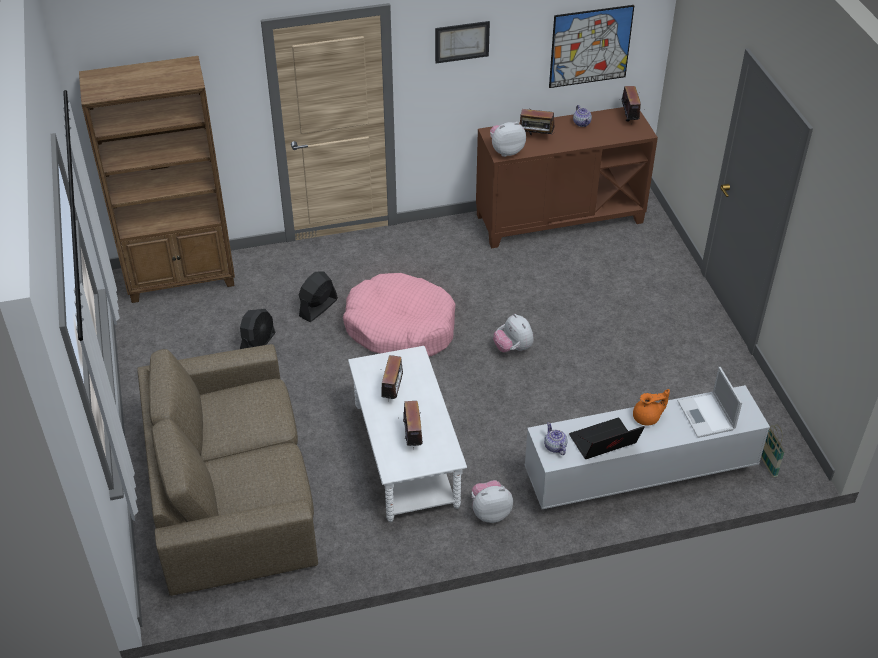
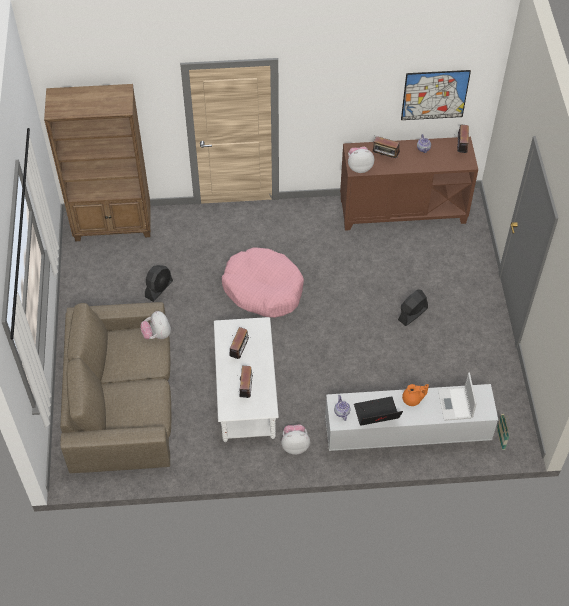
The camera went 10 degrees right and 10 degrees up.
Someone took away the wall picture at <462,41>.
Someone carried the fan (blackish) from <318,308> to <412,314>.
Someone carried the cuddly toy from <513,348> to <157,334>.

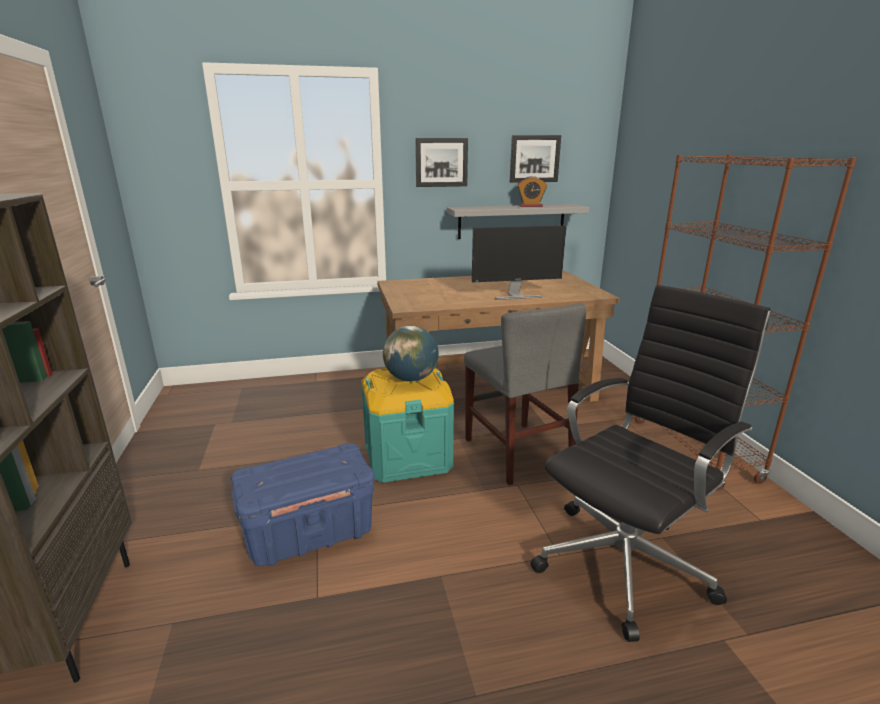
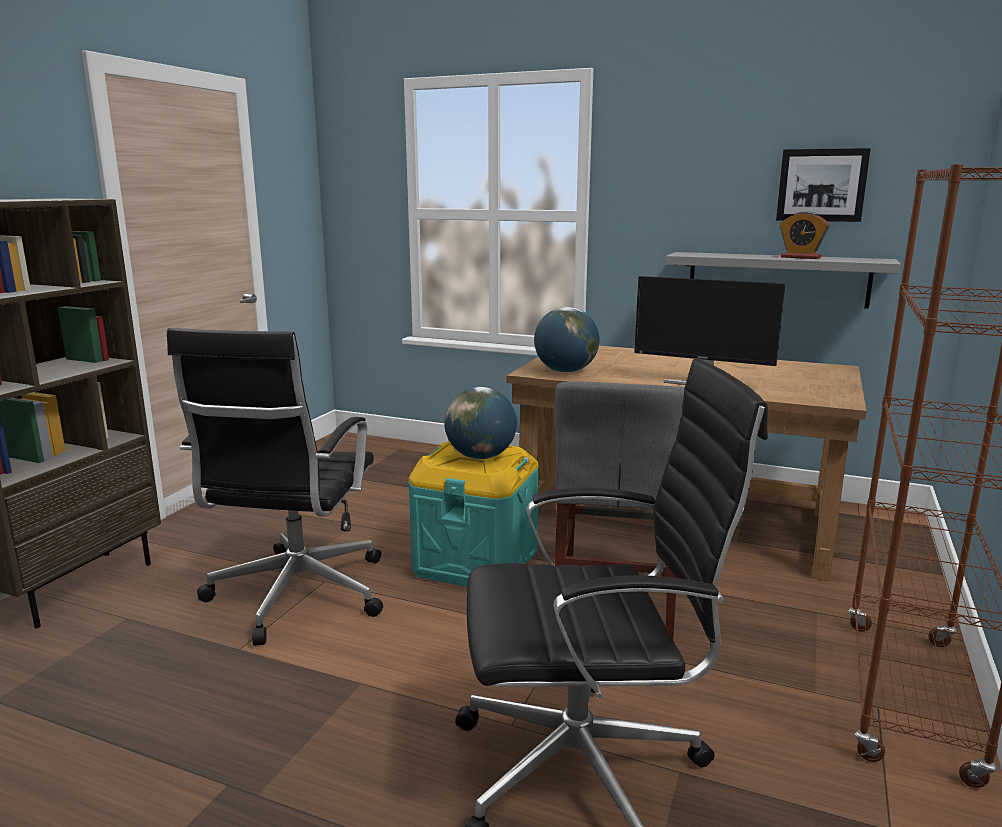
The camera went 35 degrees right and 5 degrees down.
Someone took away the wall picture at <441,162>.
Someone put down the world globe at <566,371>.
Someone swapped the storage container (bluish) at <309,534> for the office chair (blackish) at <296,596>.

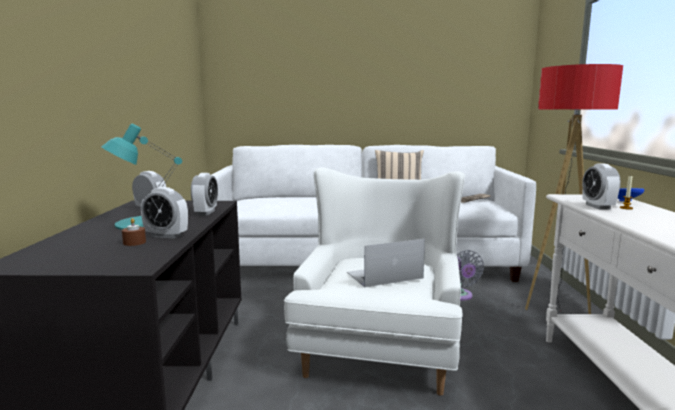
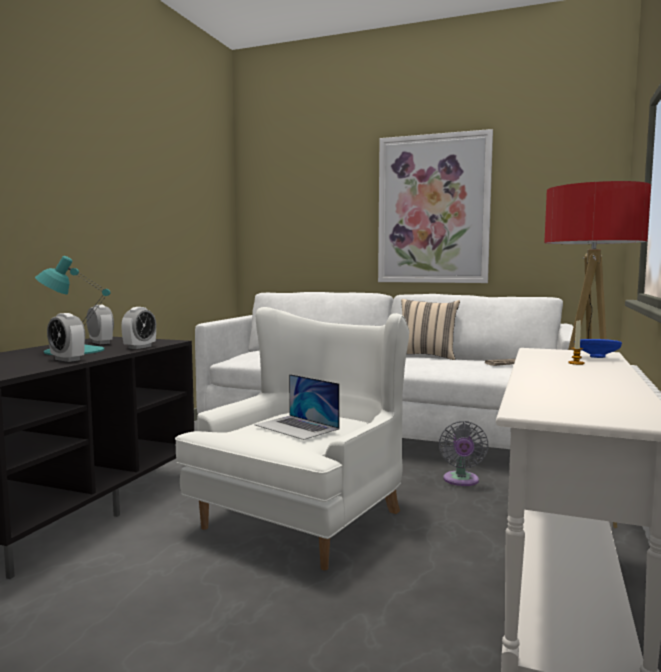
The camera went 20 degrees right and 5 degrees down.
Someone took away the wax candle (brownish) at <134,242>.
Someone took away the alarm clock at <598,207>.
Someone put up the wall picture at <433,209>.
Someone rotated the notebook computer at <384,275> by 135 degrees counterclockwise.

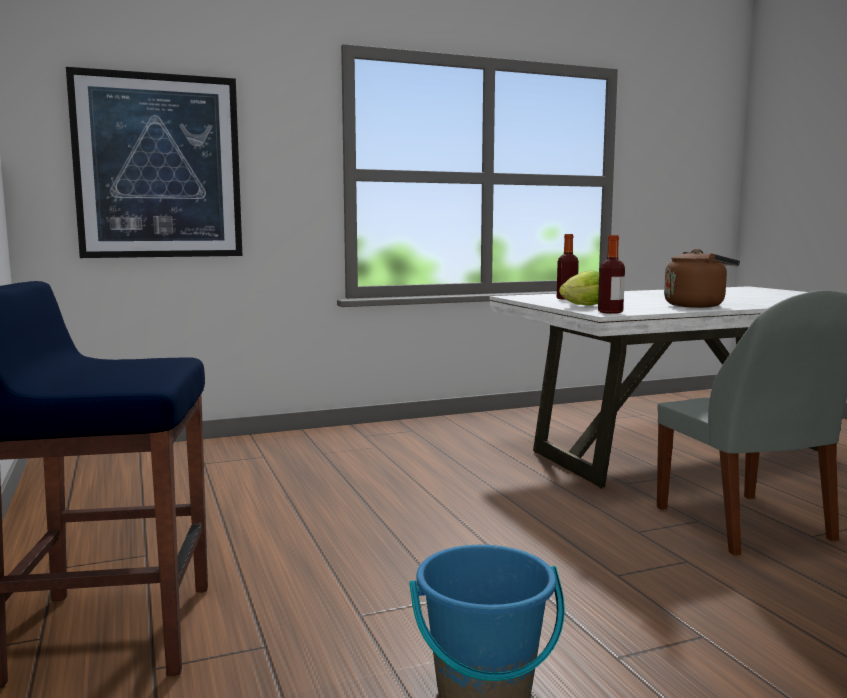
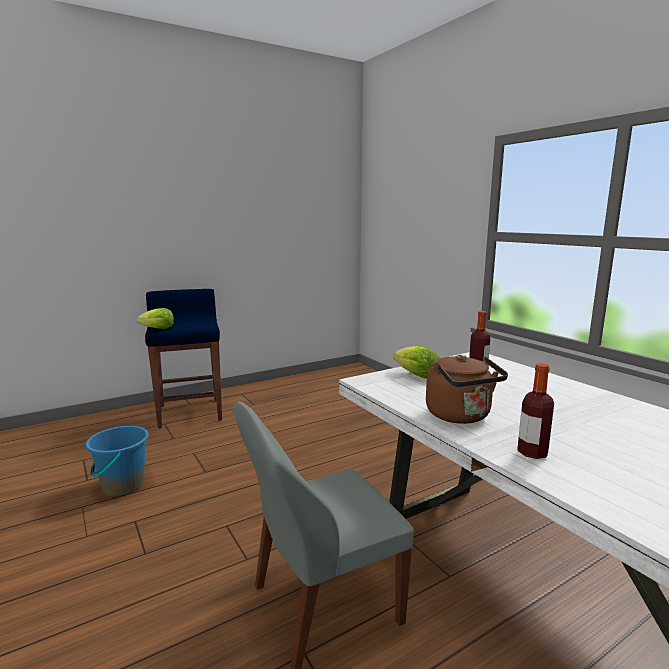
The camera went 80 degrees right and 5 degrees up.
Someone took away the wall picture at <158,167>.
Someone put down the lettuce head at <158,329>.
Someone carried the drink bottle from <610,312> to <532,453>.

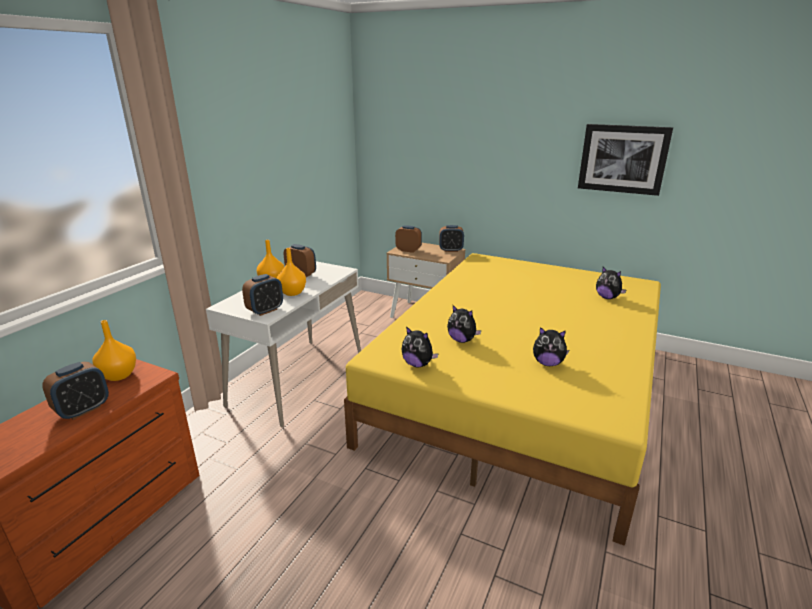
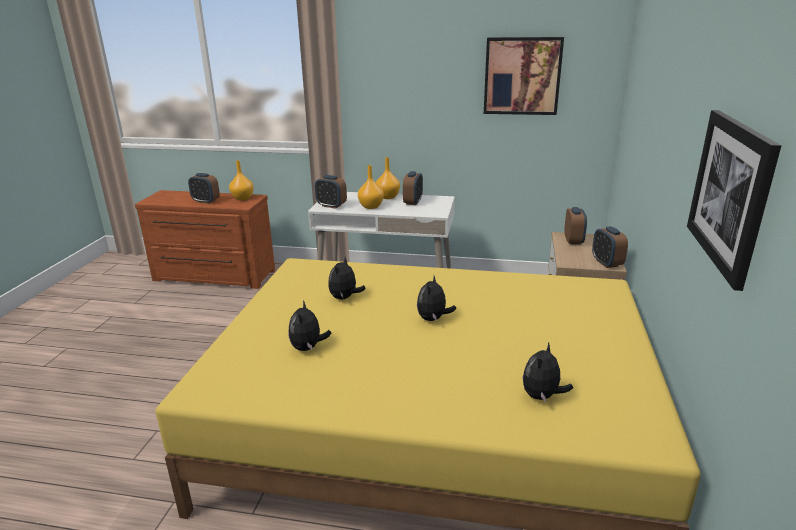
The camera went 75 degrees right and 0 degrees up.
Someone put up the wall picture at <522,76>.
Someone carried the cuddly toy from <418,364> to <433,319>.

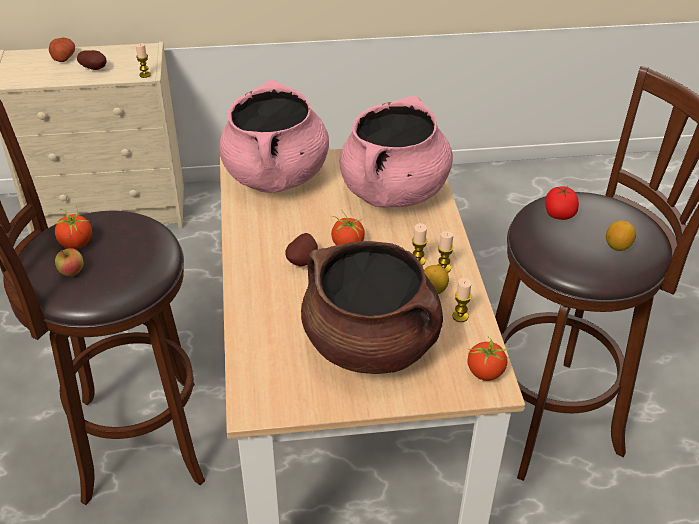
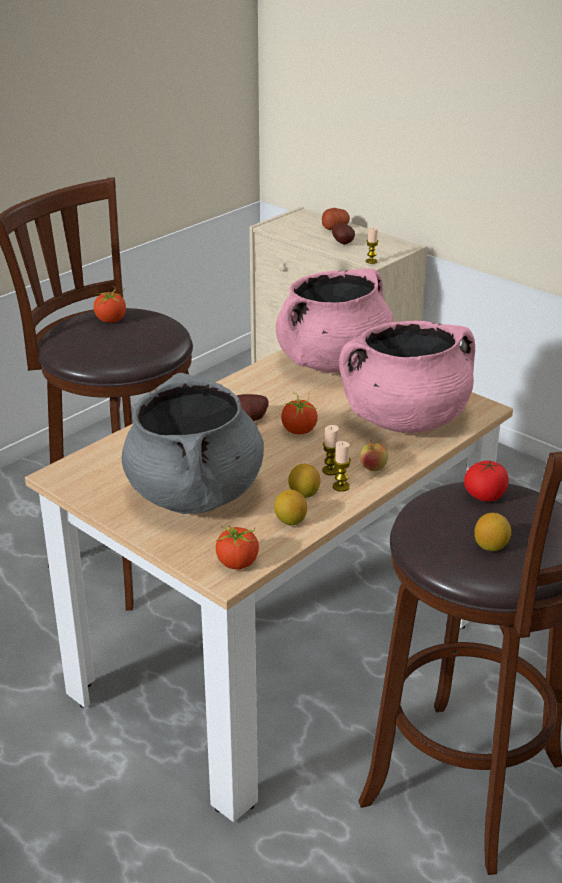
The camera went 50 degrees right and 10 degrees down.
Someone carried the whole apple from <72,272> to <373,468>.
Someone swapped the wax candle at <460,316> for the lemon at <290,521>.
Someone repainted the cooking pot (brownish) at <371,344>, which became the cooking pot (greyish) at <195,494>.

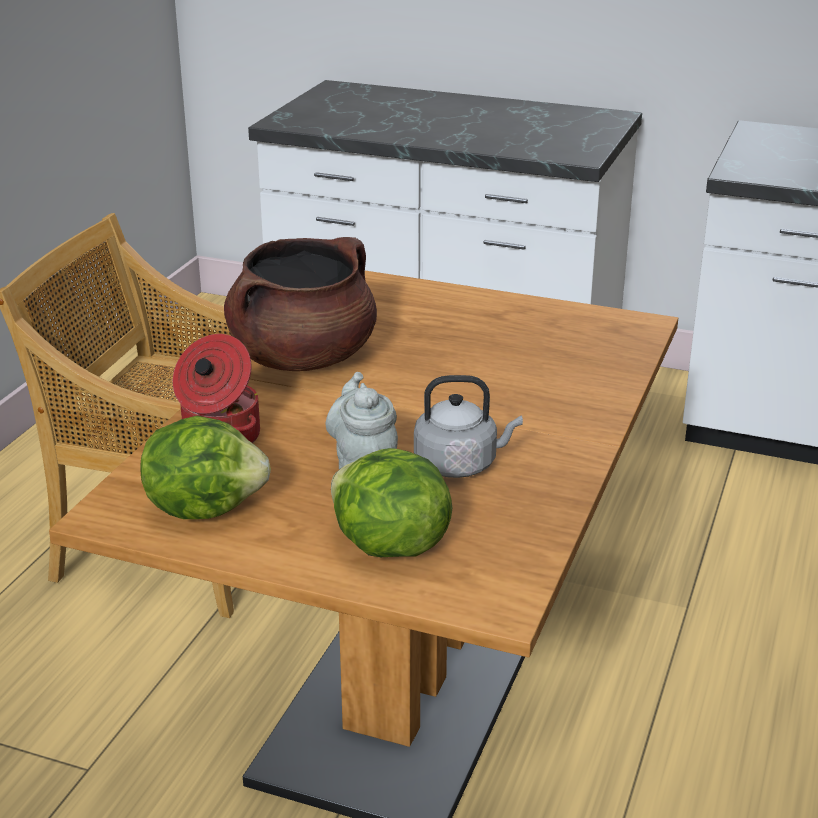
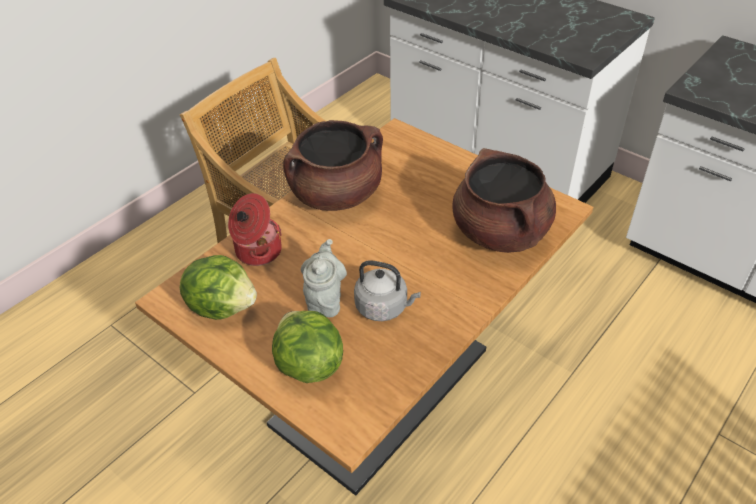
The camera went 20 degrees right and 15 degrees up.
Someone put down the cooking pot (brownish) at <500,233>.

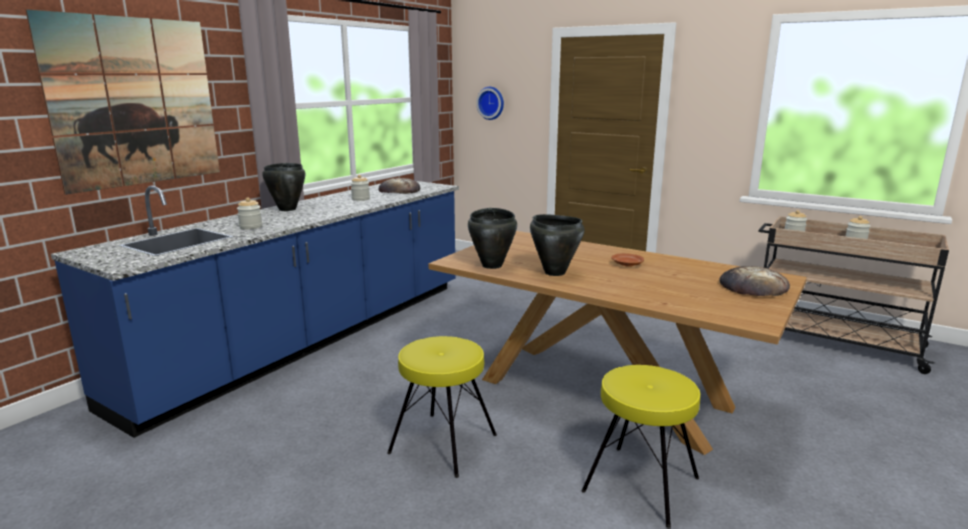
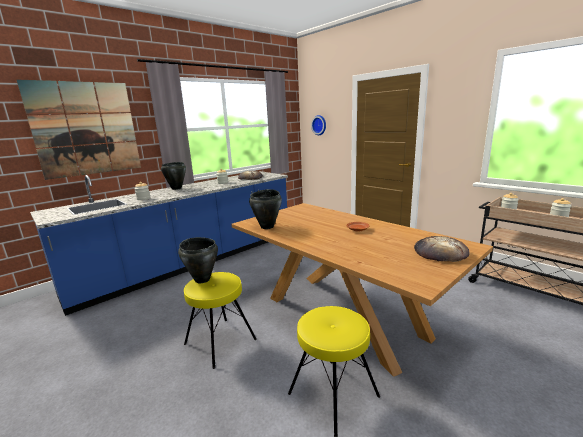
The camera went 15 degrees right and 0 degrees up.
Someone carried the cooking pot (blackish) from <554,272> to <202,279>.

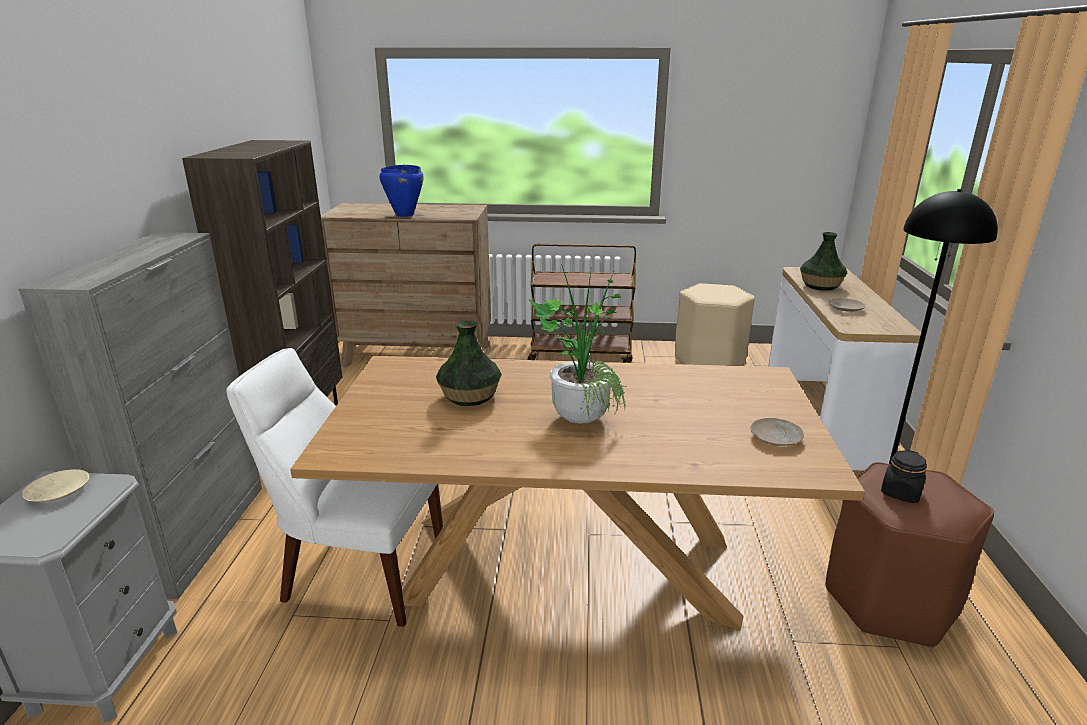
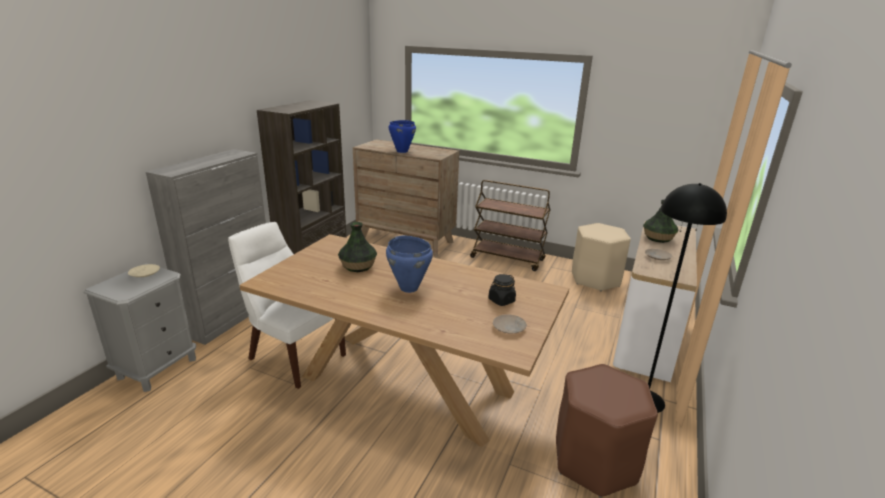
The camera went 20 degrees right and 0 degrees up.
Someone carried the jar (blackish) from <901,493> to <501,300>.
Someone swapped the plant in a pot at <580,412> for the cooking pot (bluish) at <409,288>.

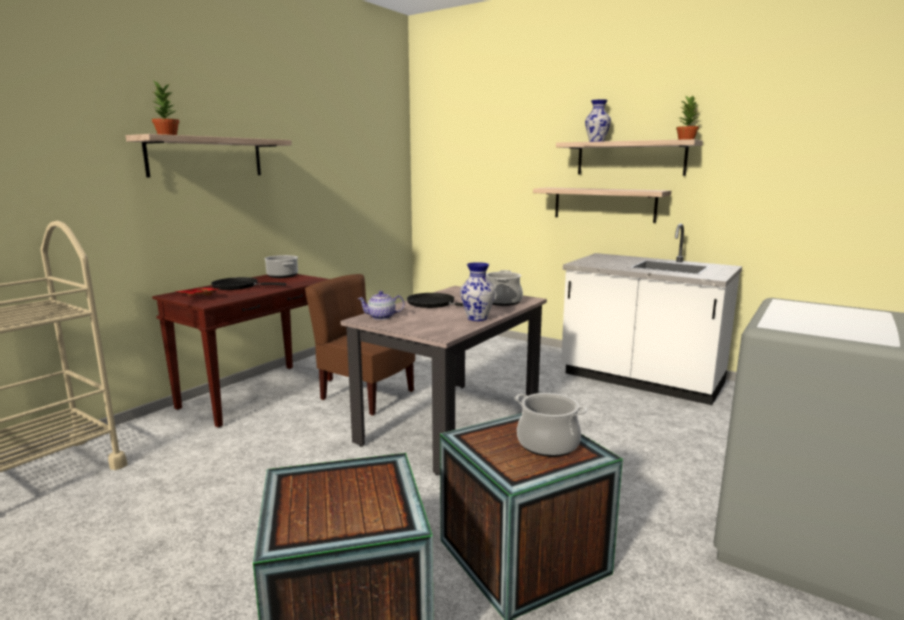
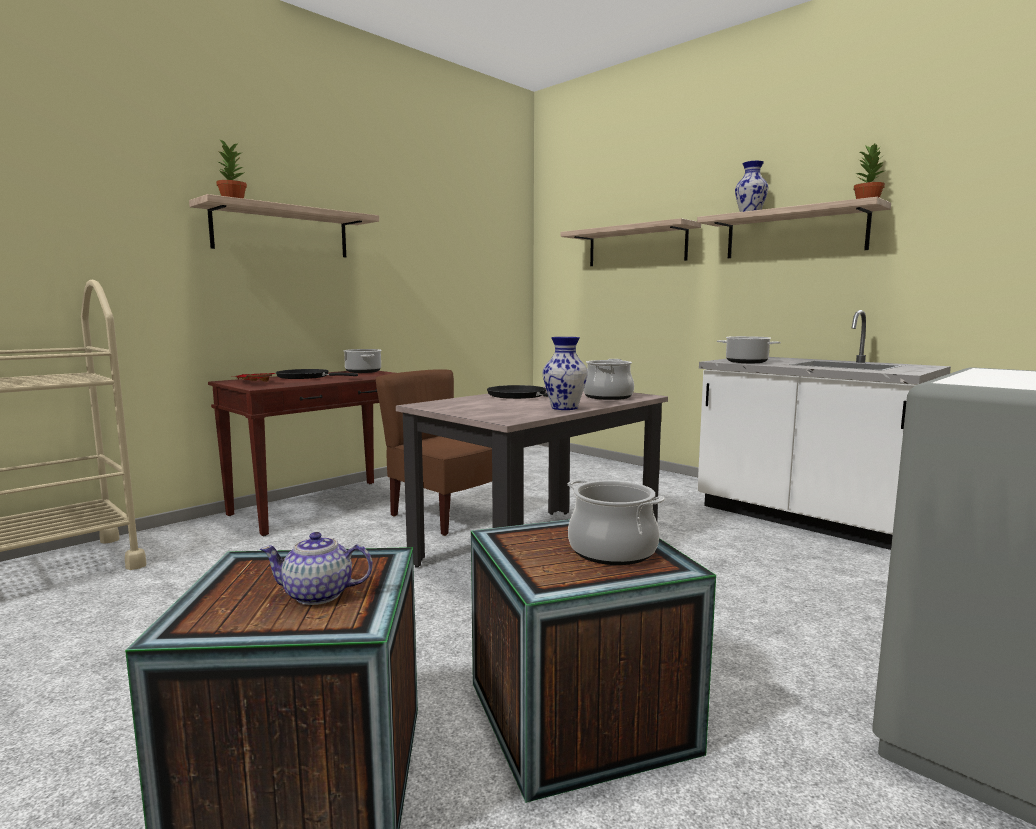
The camera went 10 degrees right and 5 degrees down.
Someone put down the cooking pot at <747,362>.
Someone carried the pot for tea from <382,317> to <319,595>.
Someone carried the bracket shelf from <604,204> to <636,246>.

